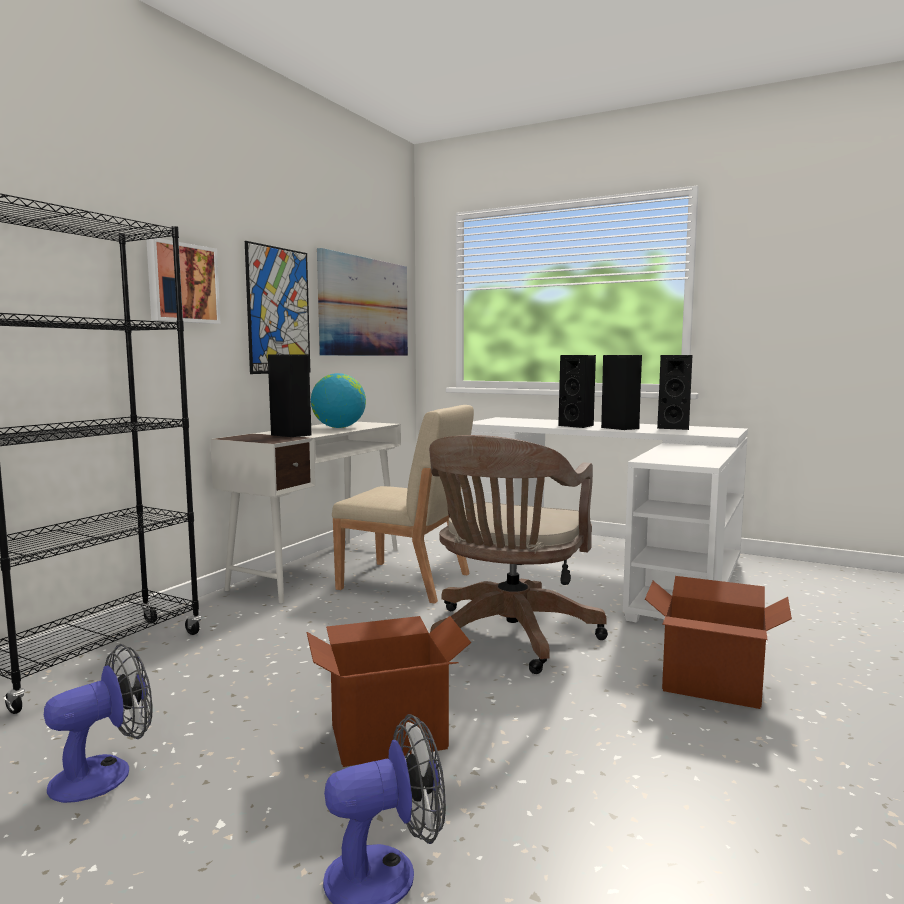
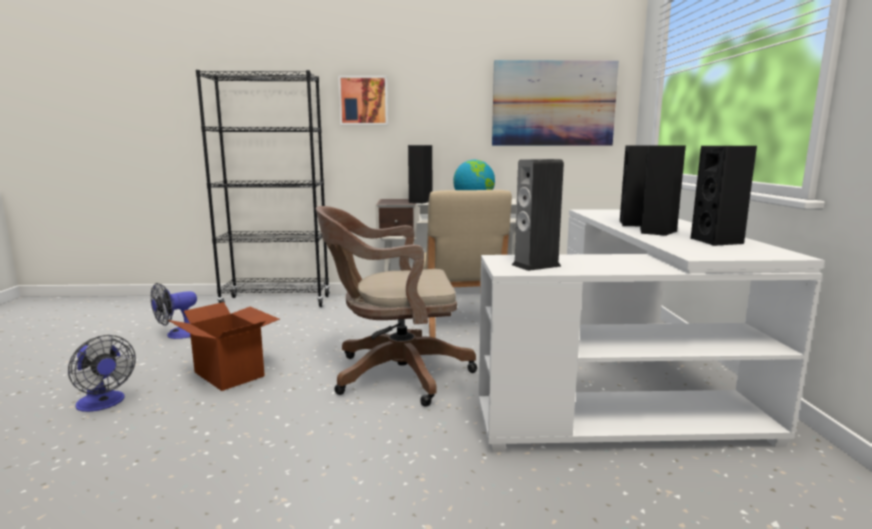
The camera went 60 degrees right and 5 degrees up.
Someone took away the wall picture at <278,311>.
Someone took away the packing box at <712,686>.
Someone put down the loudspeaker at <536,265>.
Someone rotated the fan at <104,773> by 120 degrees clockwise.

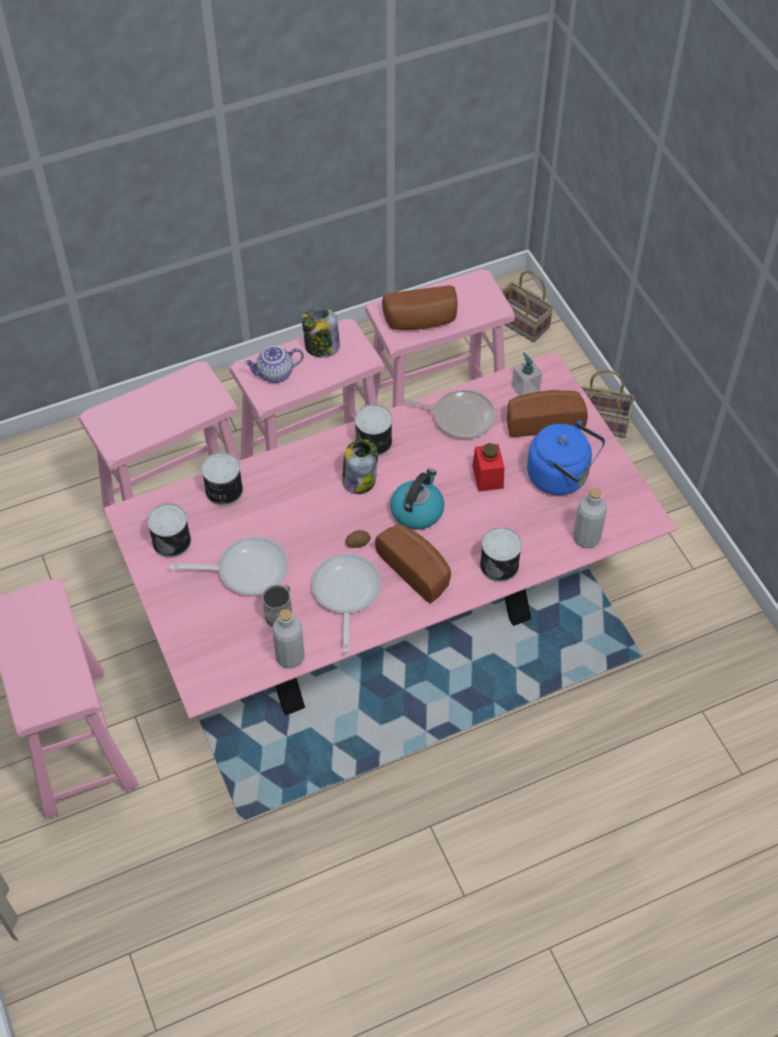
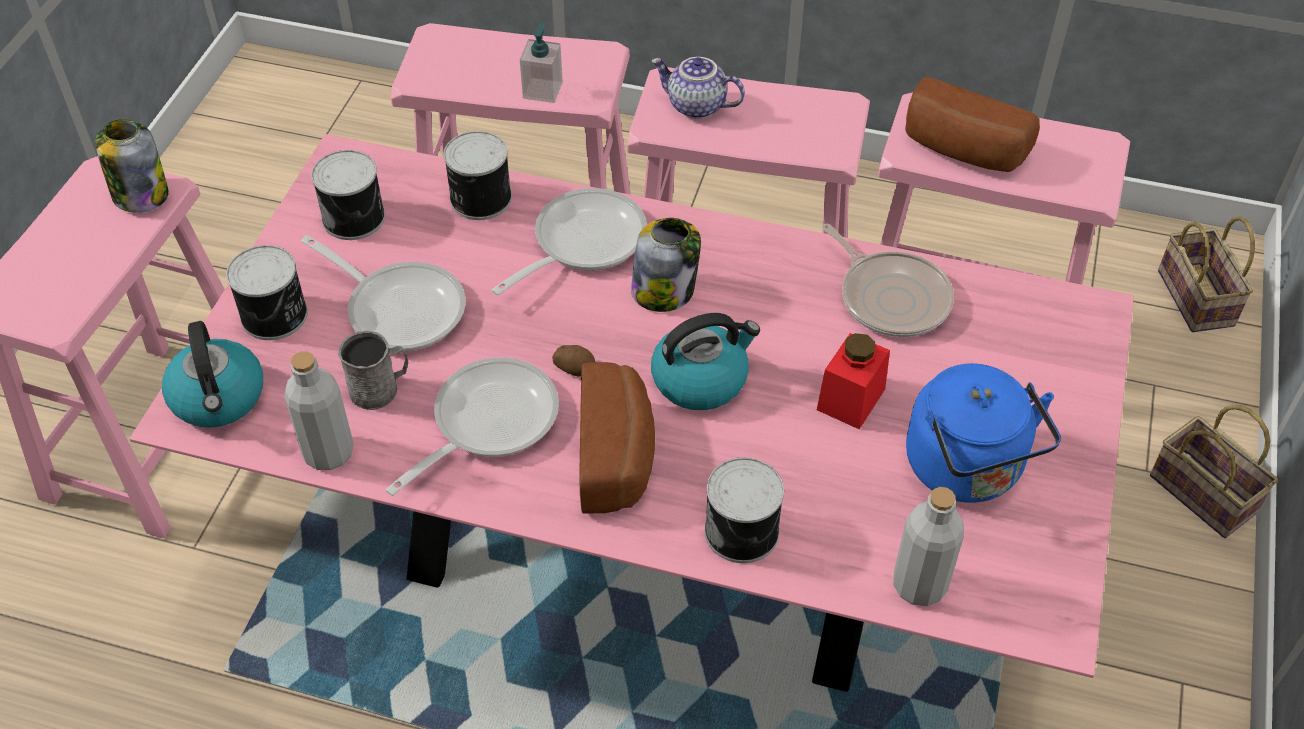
The camera went 40 degrees right and 5 degrees down.
Someone took away the bakery bread at <543,420>.
Someone put down the water kettle at <219,398>.
Someone put down the frying pan at <582,243>.
Someone carried the jar from <321,347> to <140,194>.
Someone carried the metal can from <374,441> to <276,316>.
Someone carried the soap dispenser from <525,390> to <543,90>.

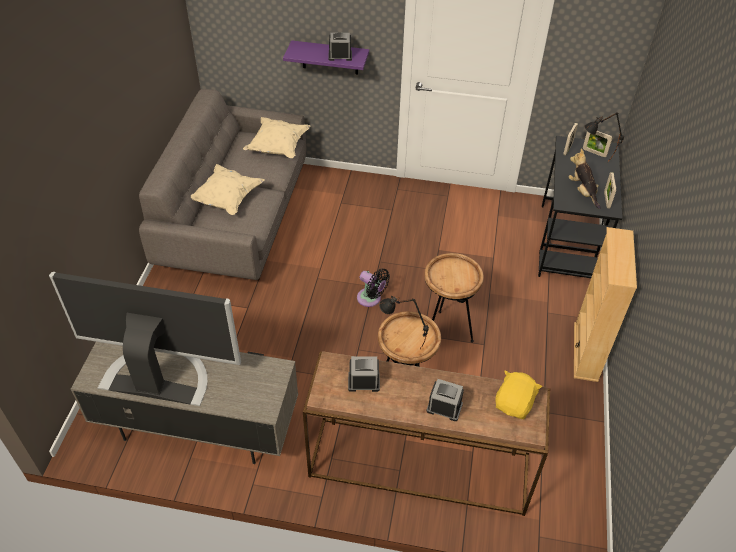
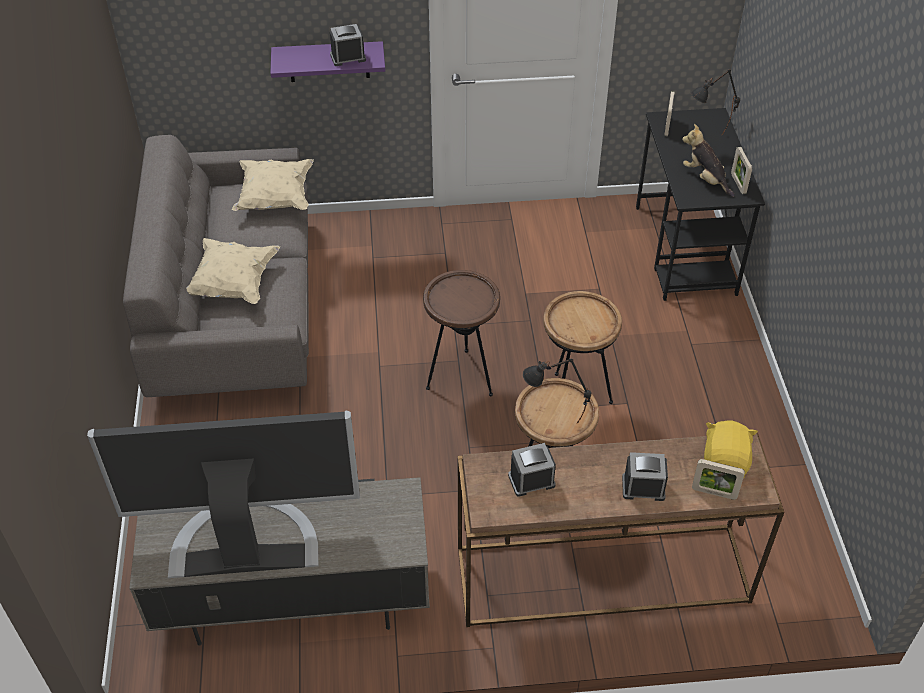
The camera went 15 degrees left and 0 degrees up.
Someone took away the bookshelf (beige-coloured) at <586,352>.
Someone carried the photo frame from <594,152> to <714,493>.
Someone swapped the fan (blackish) at <371,299> for the accent table (brownish) at <461,377>.

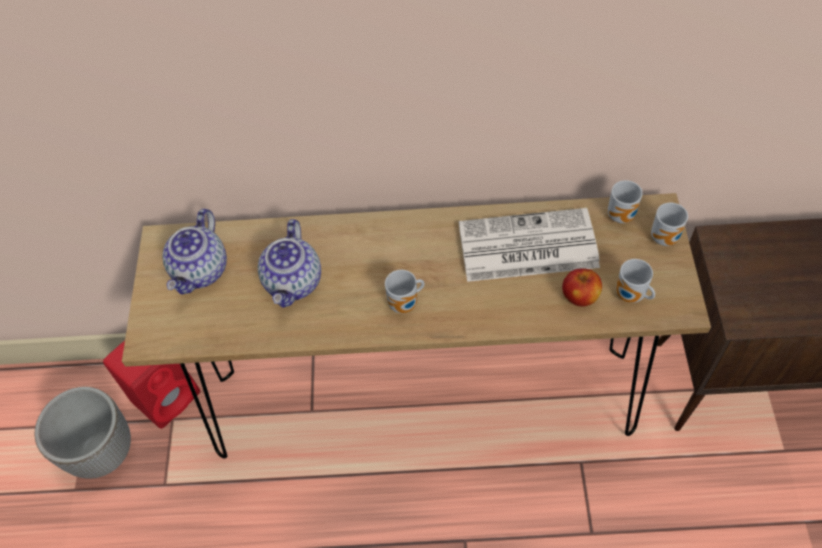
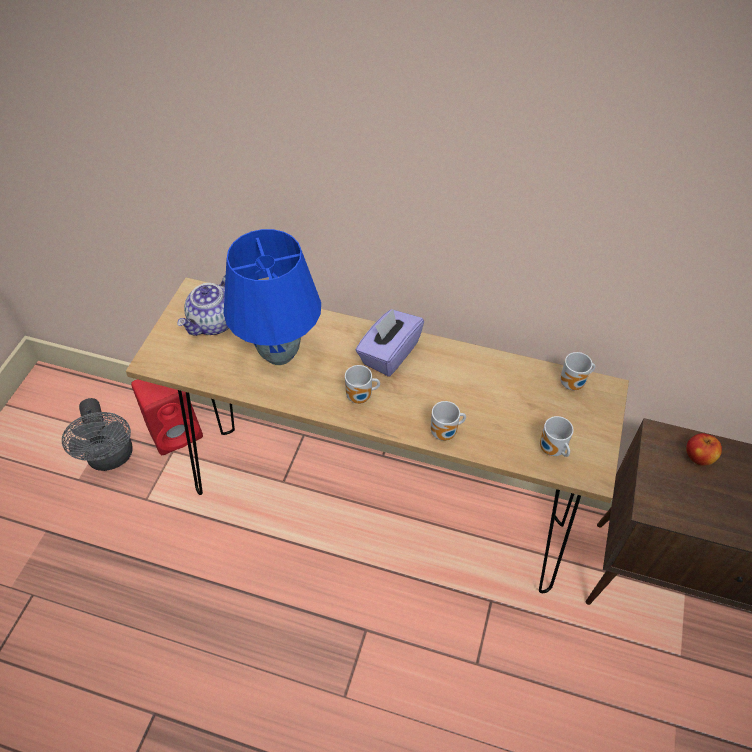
The camera went 15 degrees right and 5 degrees down.
Someone took away the printed paper at <526,247>.
Someone put down the box of tissues (purple) at <389,354>.
Someone carried the whole apple from <580,296> to <698,457>.
Someone carried the tea mug from <666,238> to <445,433>.
Someone swapped the plant pot at <104,451> for the fan (greyish) at <111,458>.
Someone swapped the pot for tea at <294,282> for the table lamp (bluish) at <281,353>.

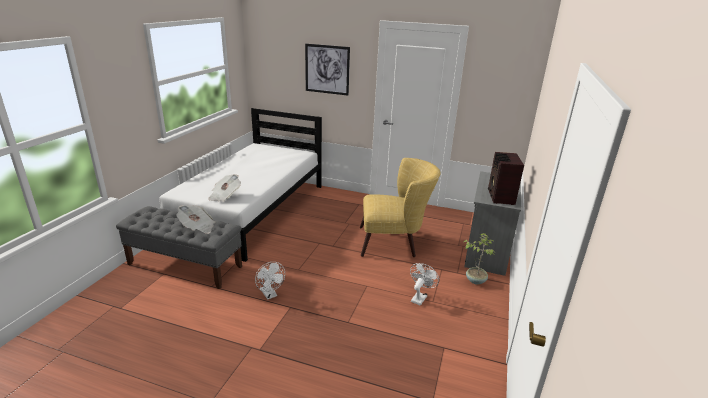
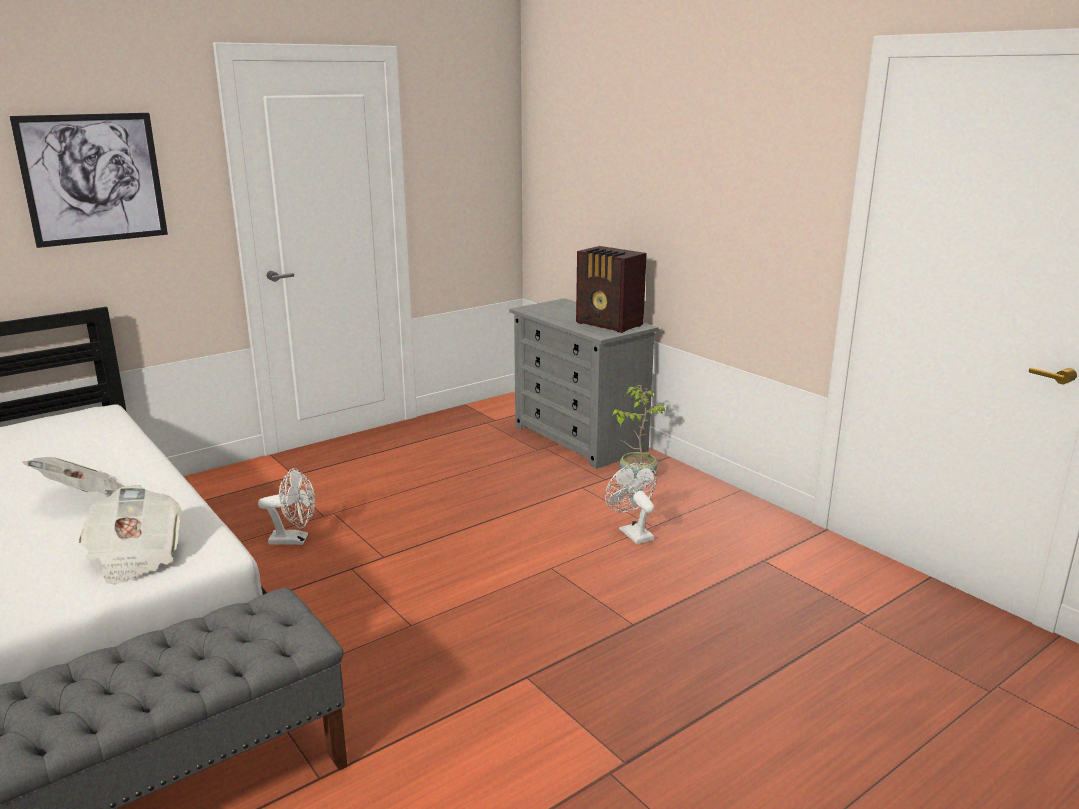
The camera went 55 degrees left and 5 degrees down.
Someone took away the lounge chair (yellowish) at <394,242>.
Someone carried the printed paper from <197,227> to <84,497>.
Someone carried the fan (white) from <270,295> to <295,540>.

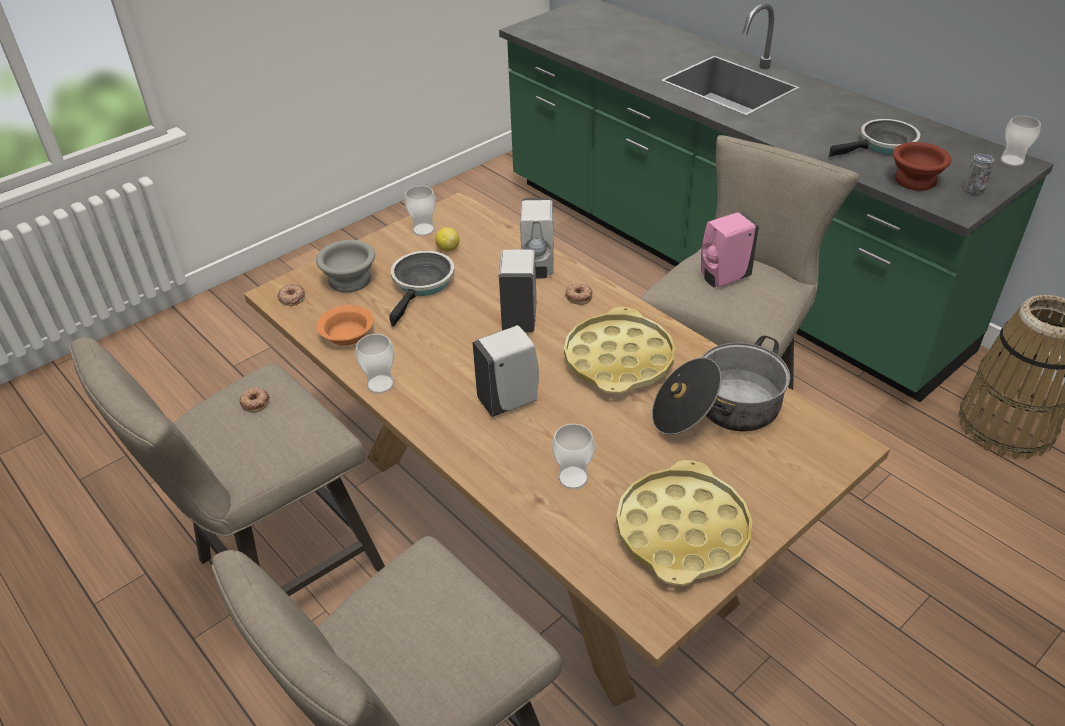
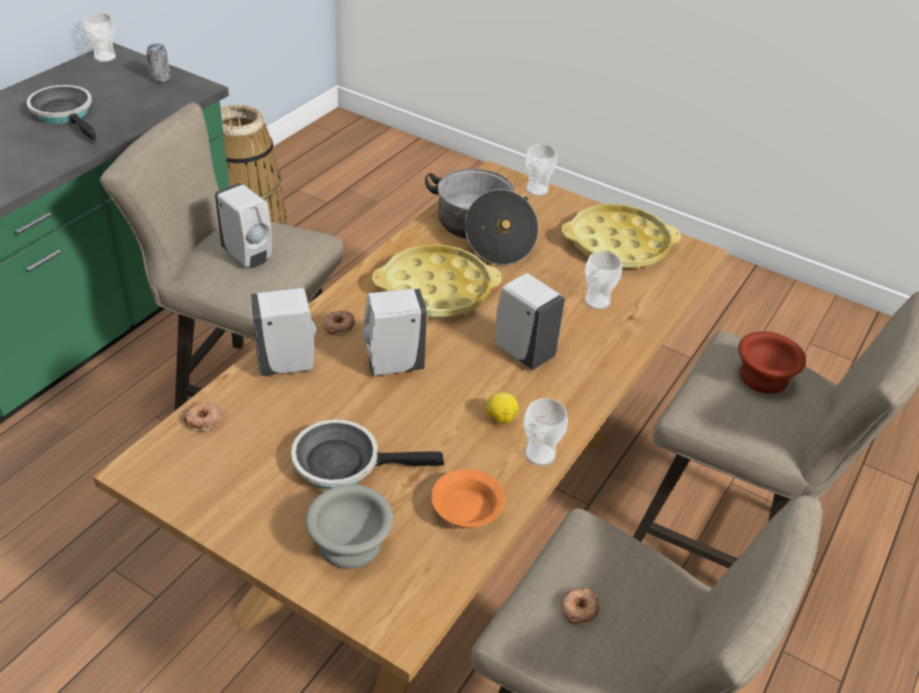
The camera went 110 degrees left and 0 degrees up.
Someone carried the doughnut from <291,297> to <203,420>.
Someone carried the drinking cup from <423,230> to <537,190>.
Someone carried the lemon from <448,249> to <500,419>.
Someone carried the deep dish (brownish) from <914,179> to <761,378>.
Someone repainted the soap dispenser (pink-coloured) at <723,278>, which became the soap dispenser (white) at <248,256>.

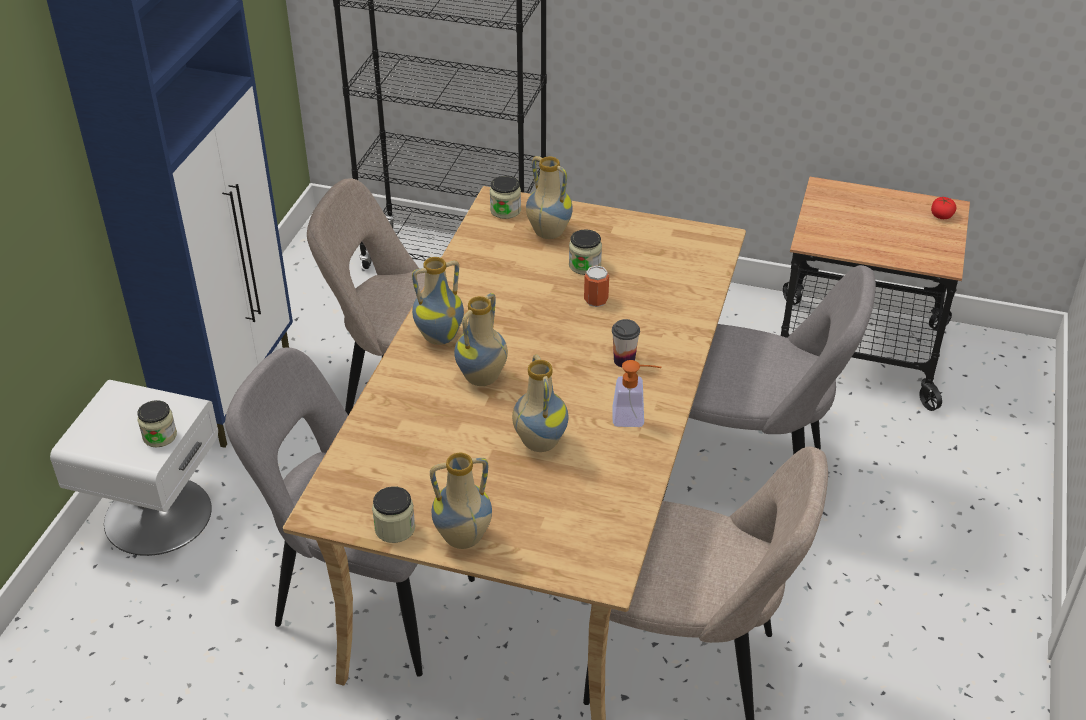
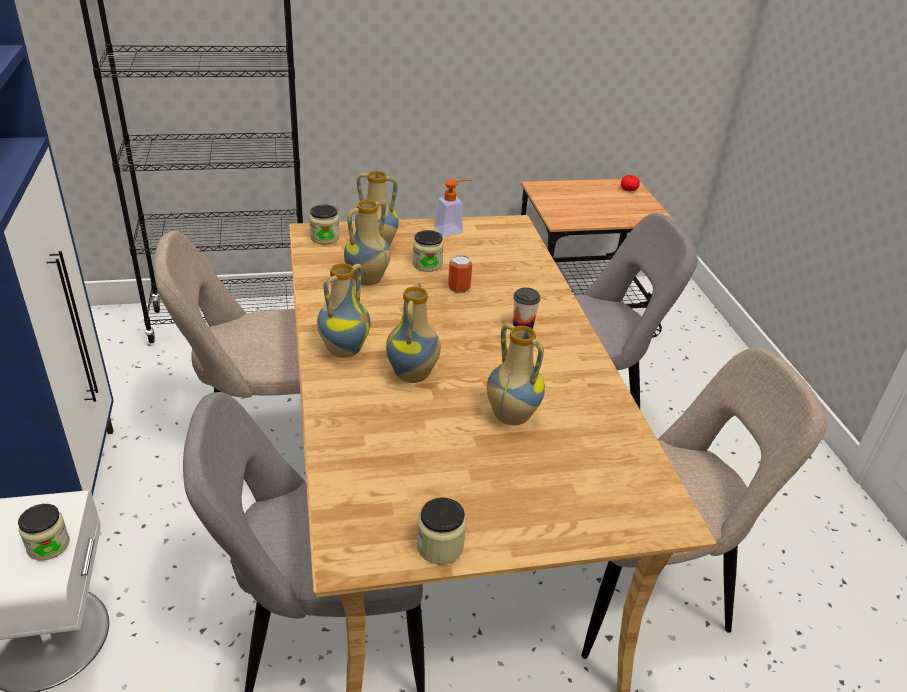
The camera went 30 degrees left and 5 degrees down.
Someone carried the decorative vase from <463,539> to <367,281>.
Someone carried the soap dispenser from <635,417> to <452,229>.

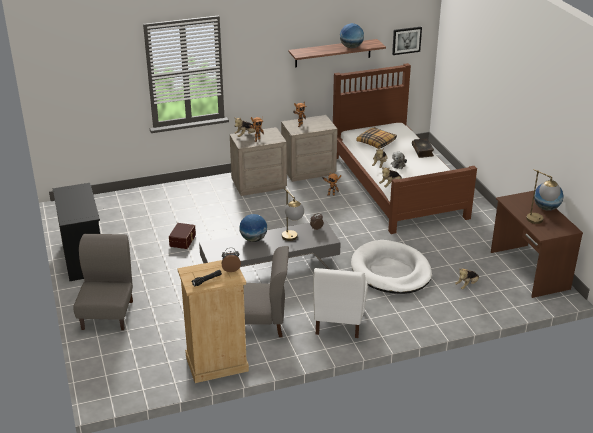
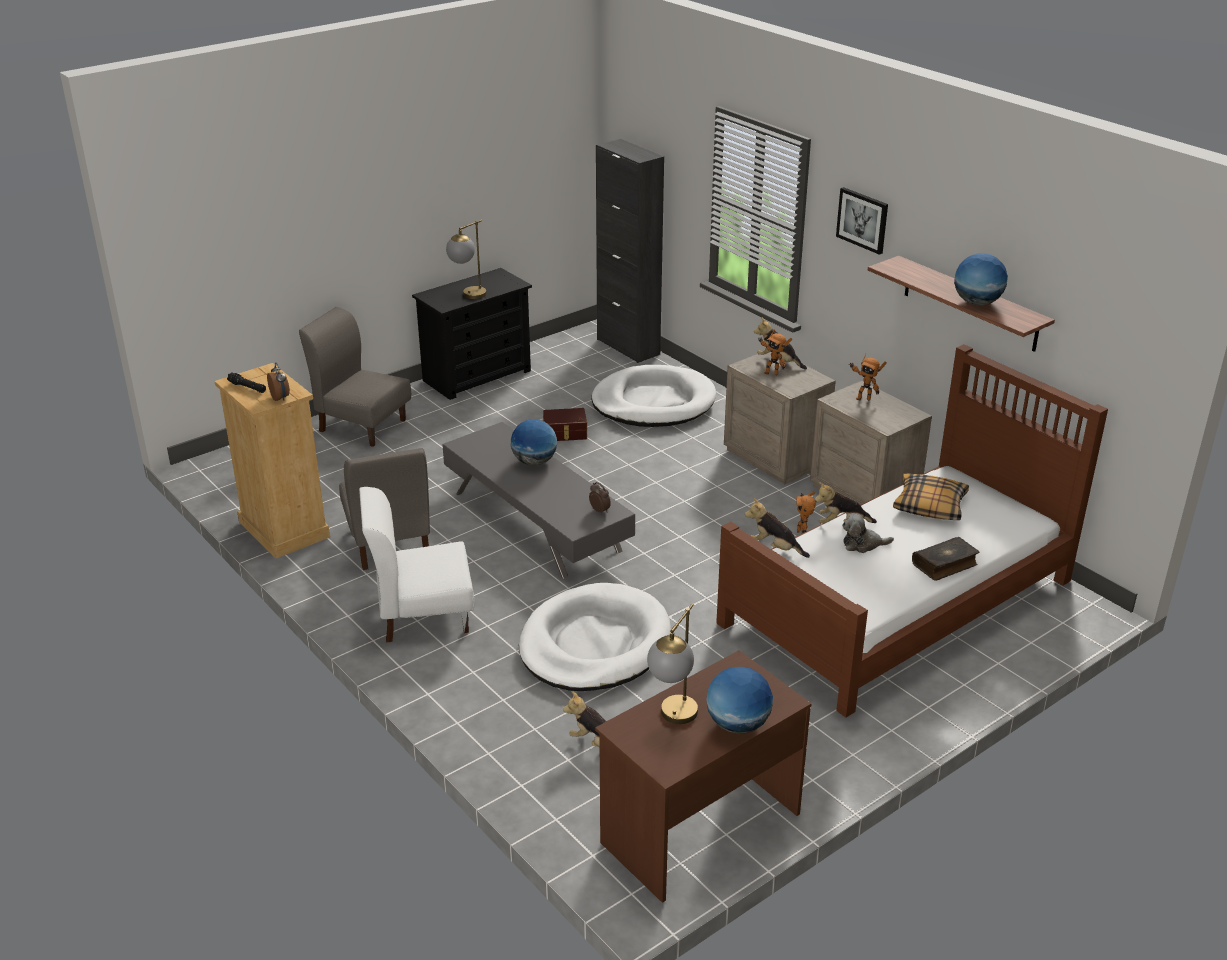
The camera went 70 degrees right and 0 degrees up.
Someone put down the dog bed (white) at <653,402>.
Someone put down the cabinet (blackish) at <628,347>.
Someone carried the table lamp from <292,239> to <468,297>.
Someone carried the wall picture from <406,40> to <863,220>.
Someone rotated the plain chair (greyish) at <108,314> by 135 degrees counterclockwise.

